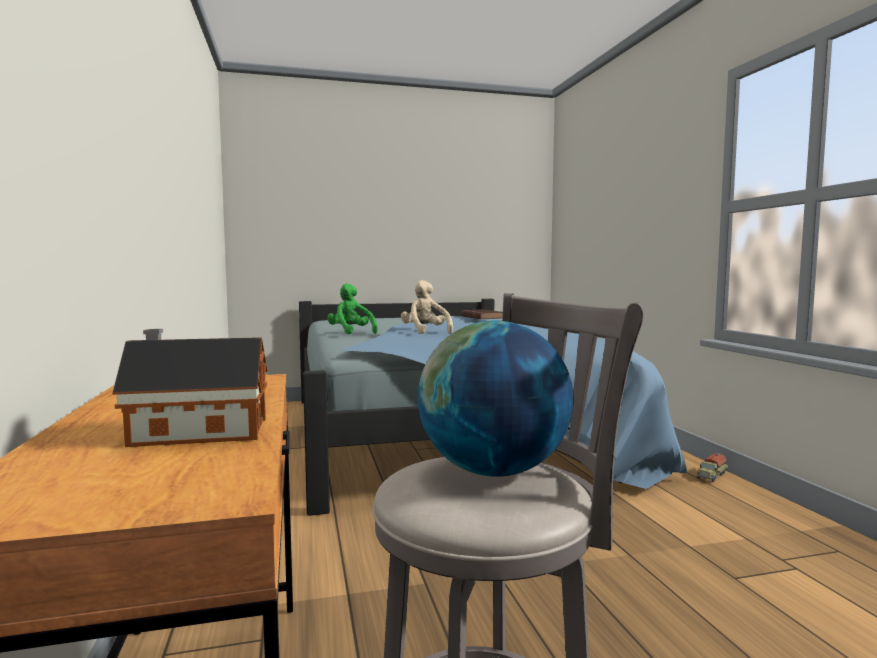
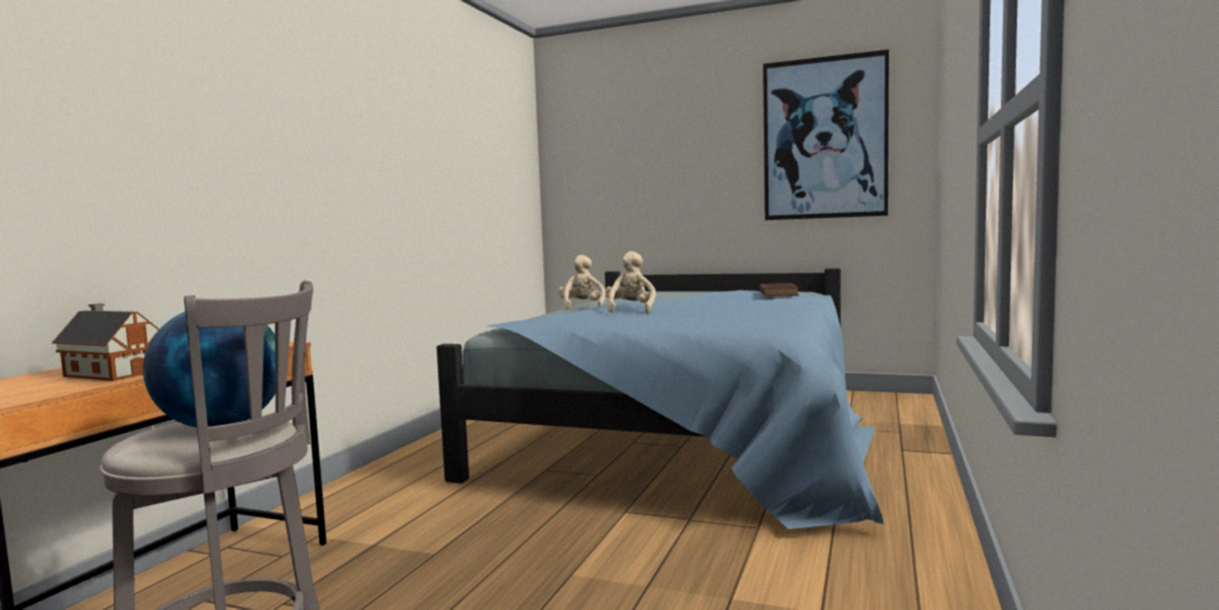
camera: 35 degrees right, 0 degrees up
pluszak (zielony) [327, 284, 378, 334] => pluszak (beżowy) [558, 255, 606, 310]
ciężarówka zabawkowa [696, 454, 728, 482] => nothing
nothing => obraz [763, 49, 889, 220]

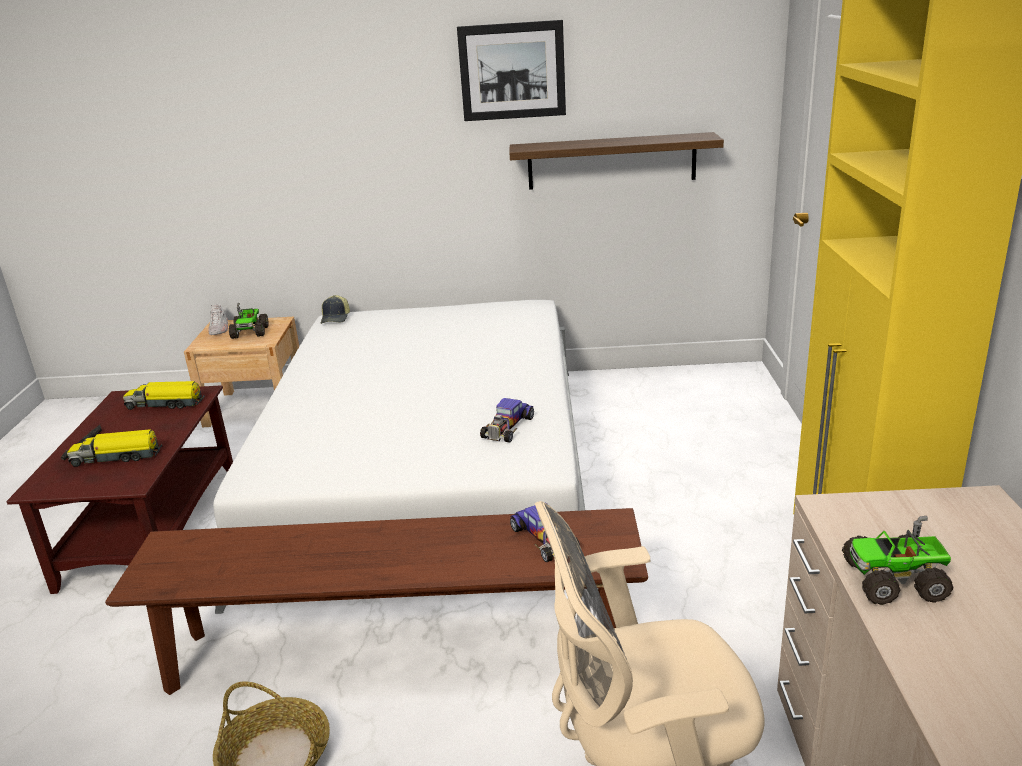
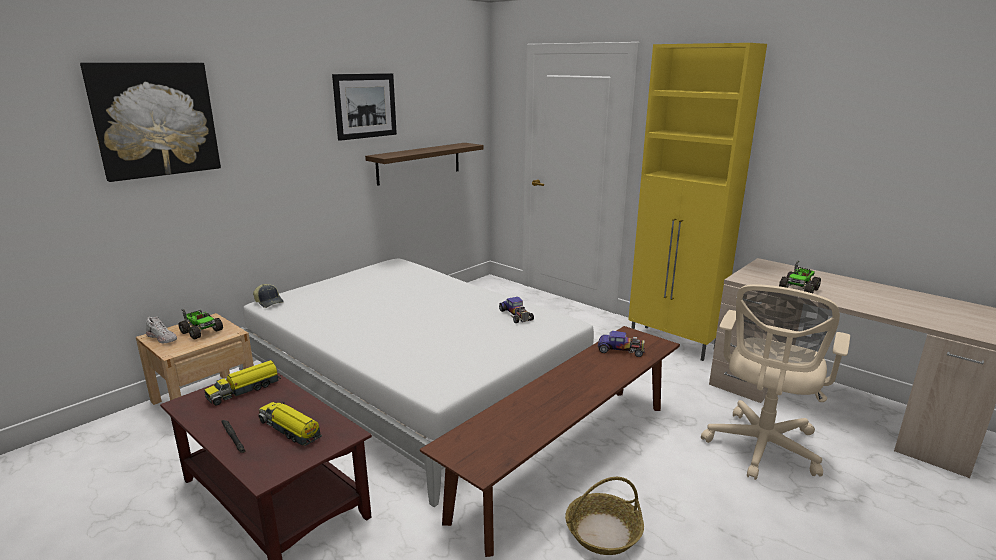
camera: 50 degrees left, 5 degrees down
ciężarówka zabawkowa [67, 429, 162, 467] => ciężarówka zabawkowa [258, 401, 322, 446], 90 degrees clockwise
nothing => obraz [80, 62, 221, 182]

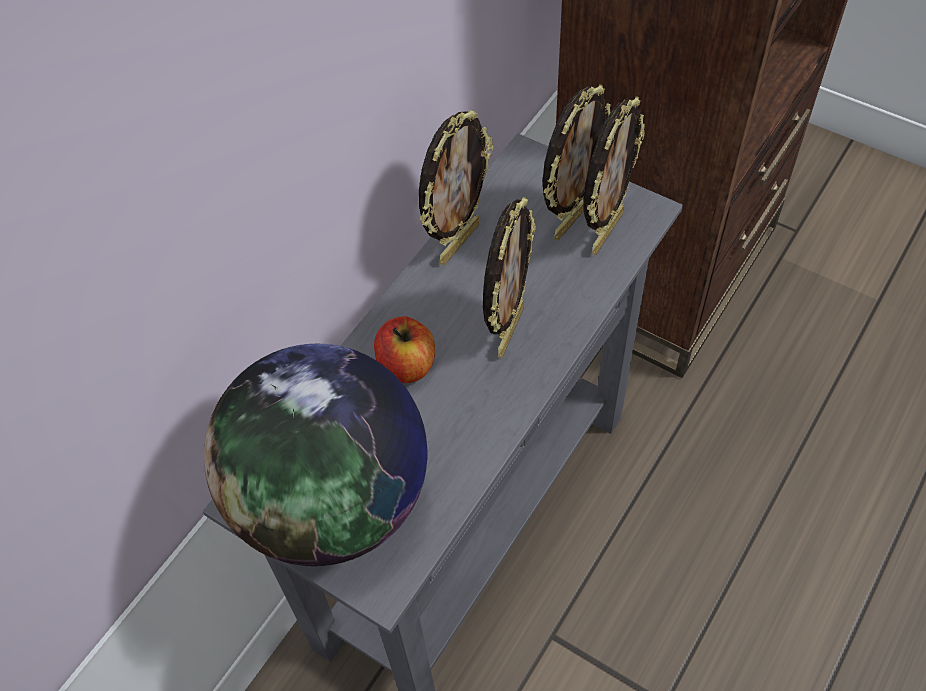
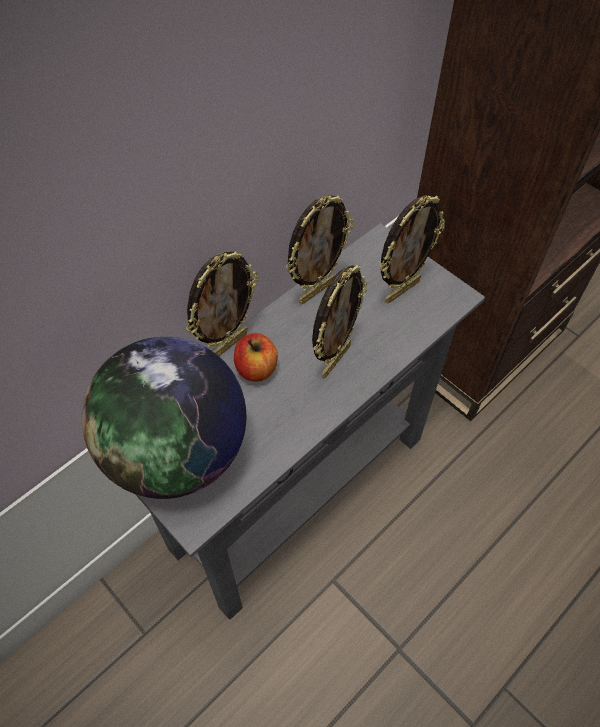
camera: 10 degrees right, 0 degrees up
ramka na zdjęcie [583, 96, 645, 255] => ramka na zdjęcie [186, 251, 259, 356], move

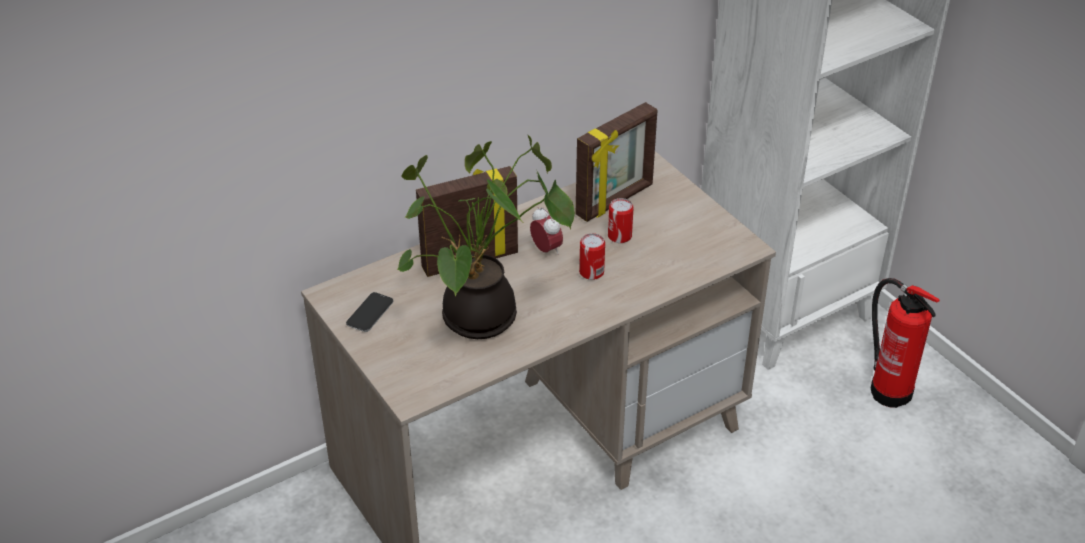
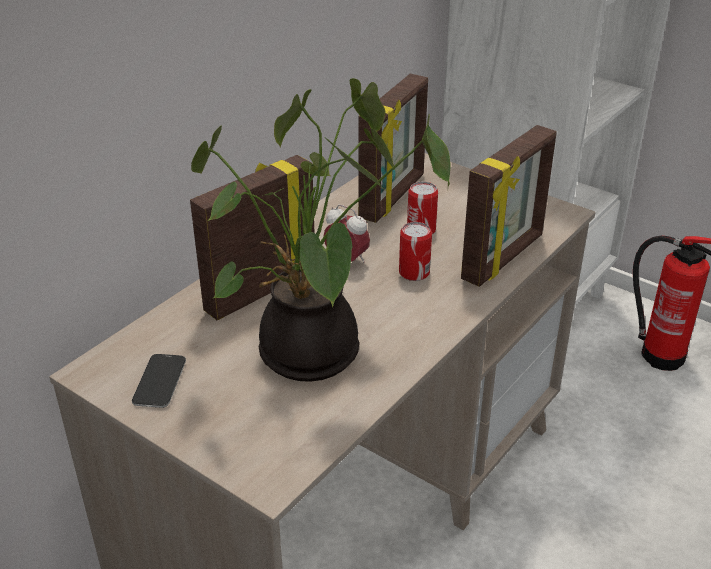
camera: 20 degrees left, 5 degrees down
nothing => ramka na zdjęcie [461, 125, 557, 287]

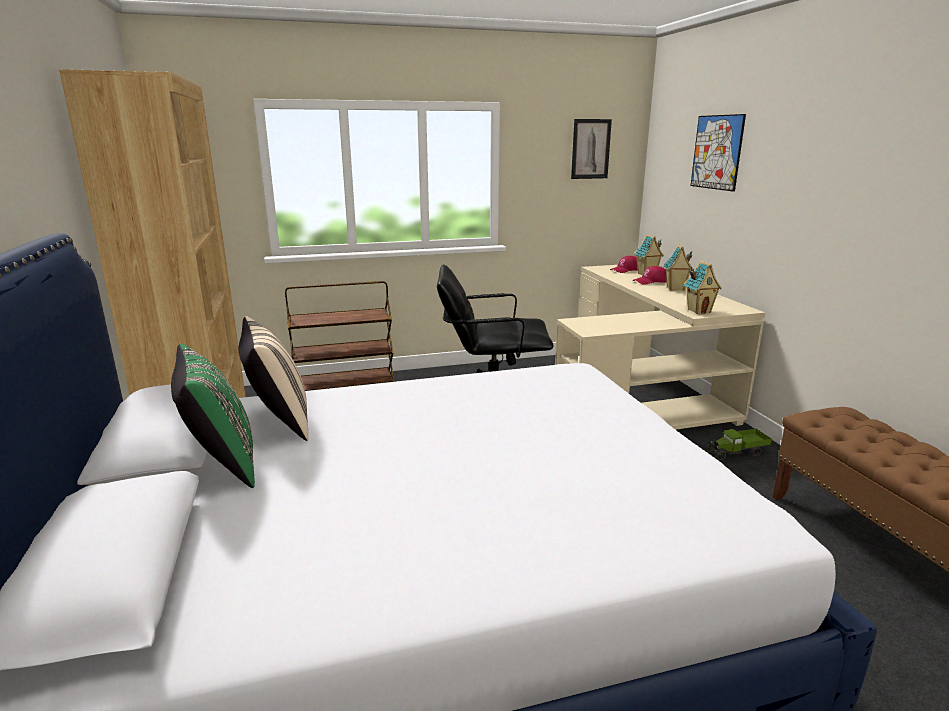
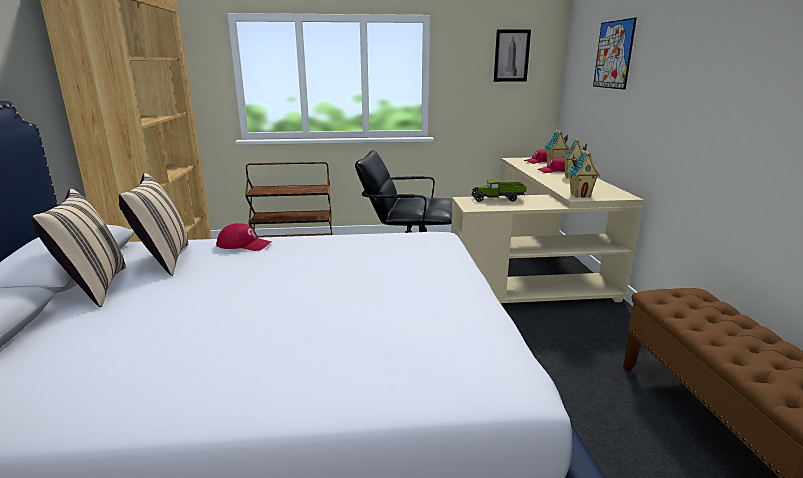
camera: 10 degrees right, 0 degrees up
poduszka (zielony) [171, 344, 255, 488] => poduszka (beżowy) [31, 189, 126, 307]
ciężarówka zabawkowa [705, 429, 772, 460] => ciężarówka zabawkowa [471, 179, 527, 202], move
nothing => czapka z daszkiem (czerwony) [216, 223, 271, 251]

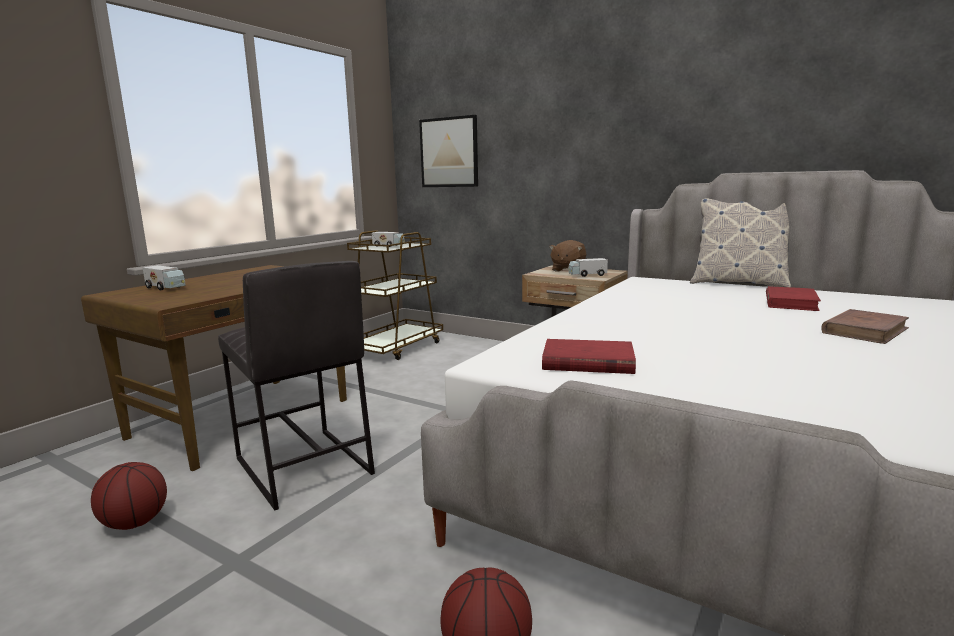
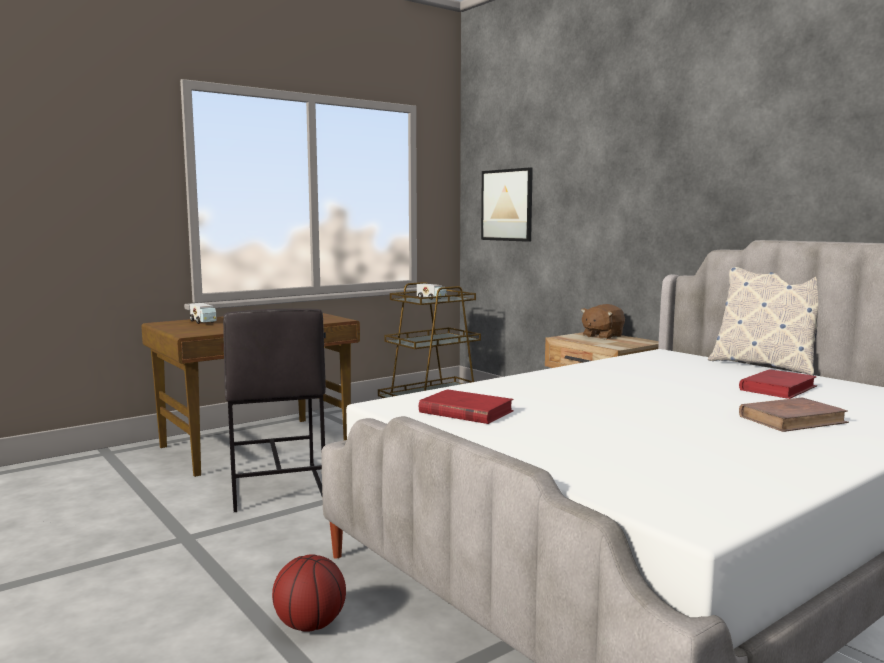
camera: 20 degrees right, 5 degrees down
piłka do koszykówki [91, 462, 167, 530] => nothing
ciężarówka zabawkowa [569, 258, 608, 277] => nothing

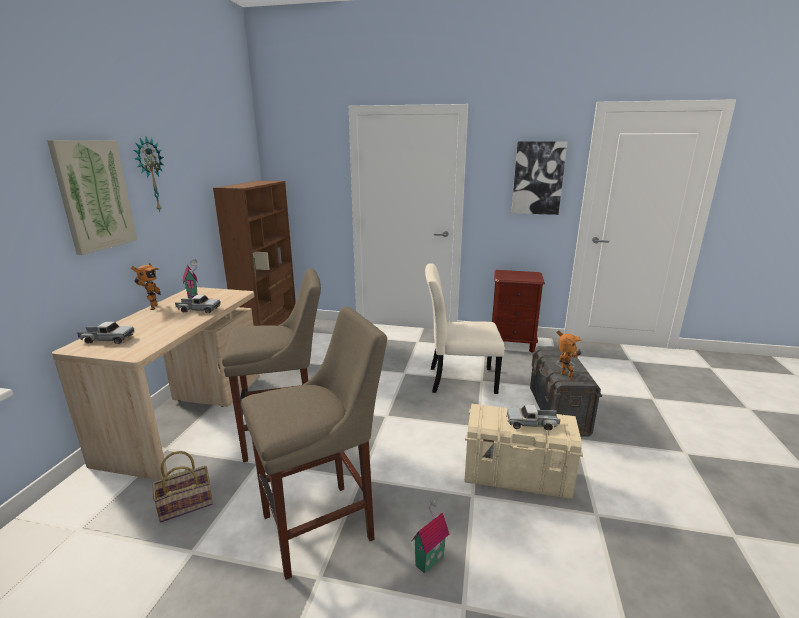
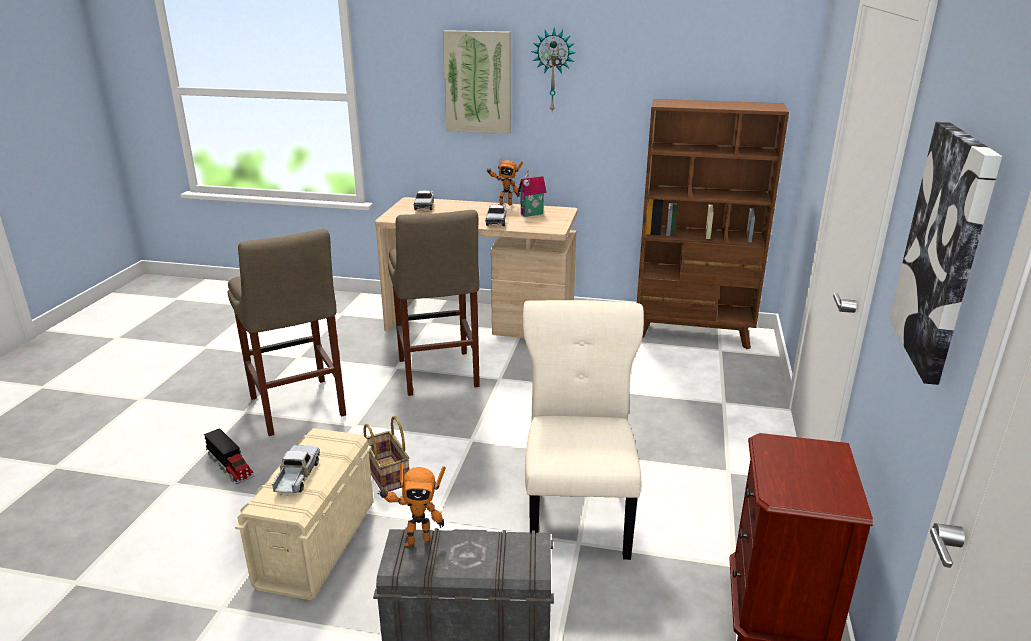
camera: 90 degrees right, 5 degrees up
koszyk [152, 451, 213, 523] => koszyk [364, 416, 409, 491], move
domek [411, 498, 449, 574] => ciężarówka zabawkowa [204, 428, 255, 484]

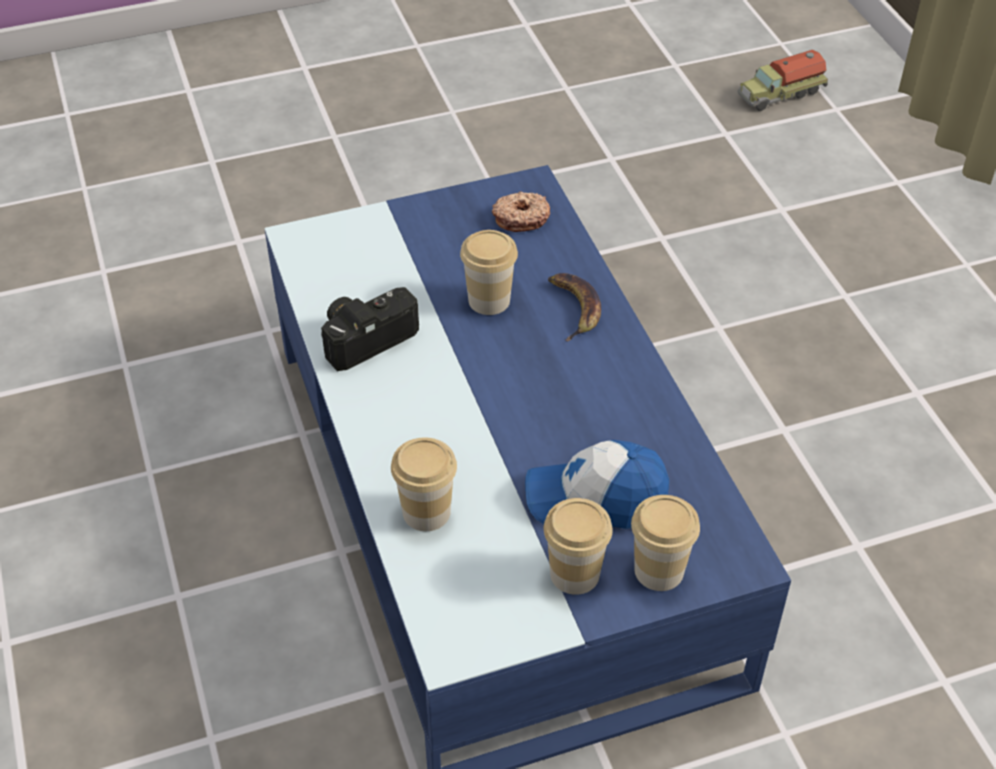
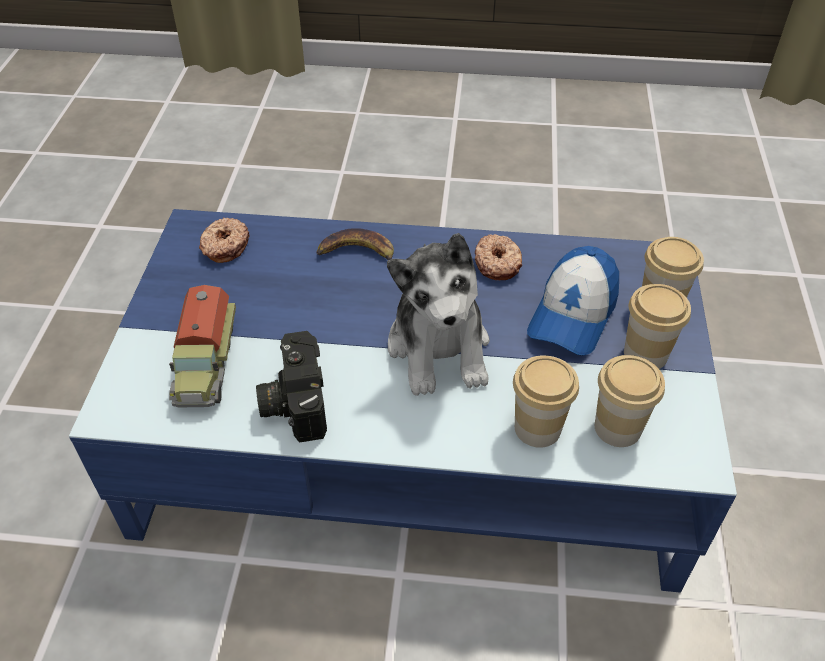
camera: 65 degrees left, 0 degrees up
filiżanka [460, 230, 518, 315] => filiżanka [595, 355, 665, 447], move
ciężarówka zabawkowa [737, 50, 828, 111] => ciężarówka zabawkowa [169, 285, 236, 407], move
nothing => pluszak [387, 233, 490, 396]
nothing => donut [475, 234, 522, 280]

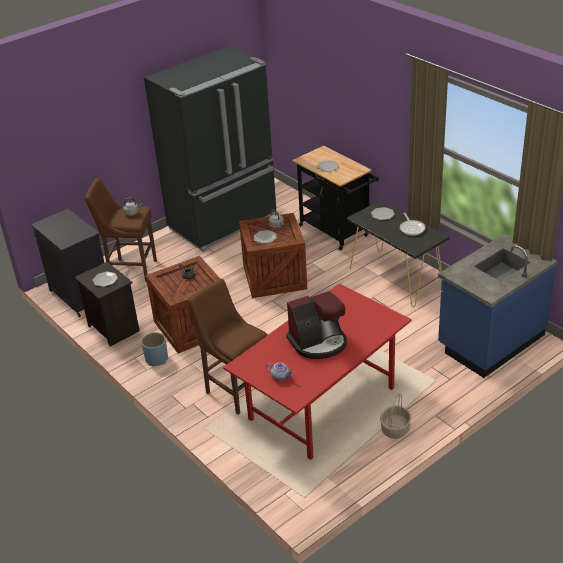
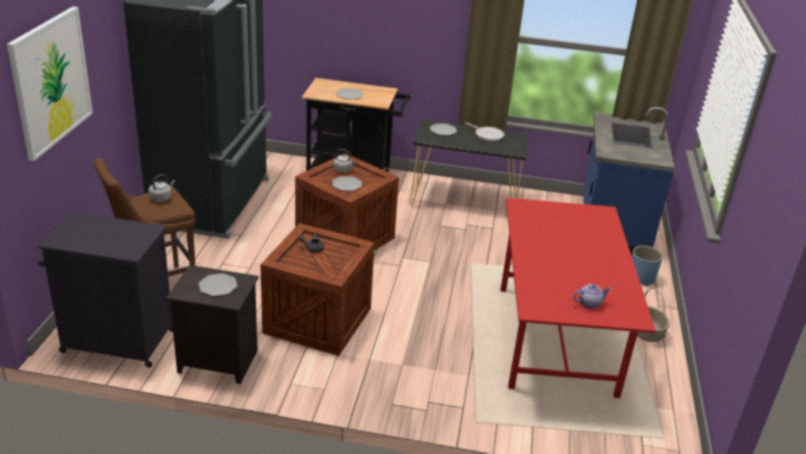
camera: 45 degrees left, 5 degrees down
donica (niebieski) [141, 332, 168, 366] => donica (niebieski) [632, 246, 663, 286], move
stołek (brązowy) [188, 279, 268, 415] => nothing
ekspres do kawy [286, 291, 347, 359] => nothing
nothing => obraz [7, 7, 93, 161]

